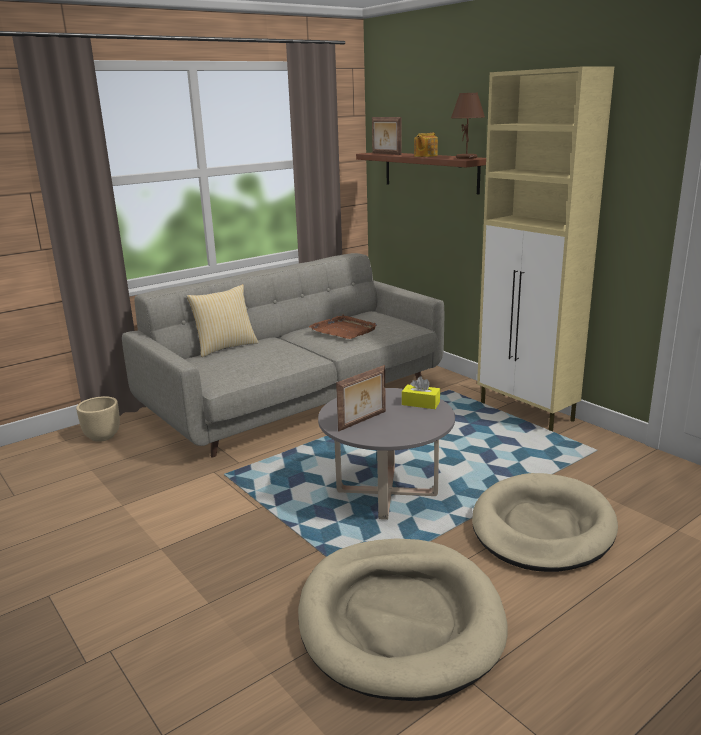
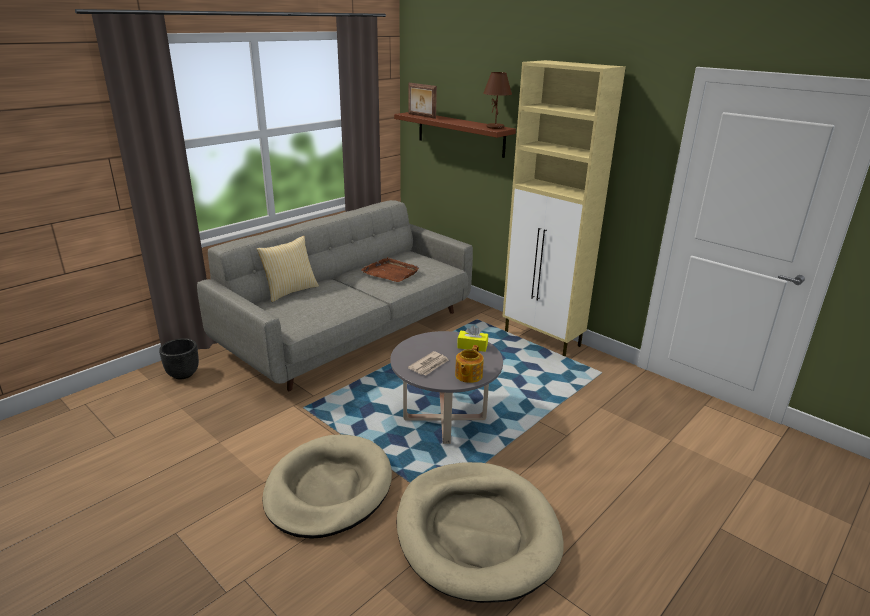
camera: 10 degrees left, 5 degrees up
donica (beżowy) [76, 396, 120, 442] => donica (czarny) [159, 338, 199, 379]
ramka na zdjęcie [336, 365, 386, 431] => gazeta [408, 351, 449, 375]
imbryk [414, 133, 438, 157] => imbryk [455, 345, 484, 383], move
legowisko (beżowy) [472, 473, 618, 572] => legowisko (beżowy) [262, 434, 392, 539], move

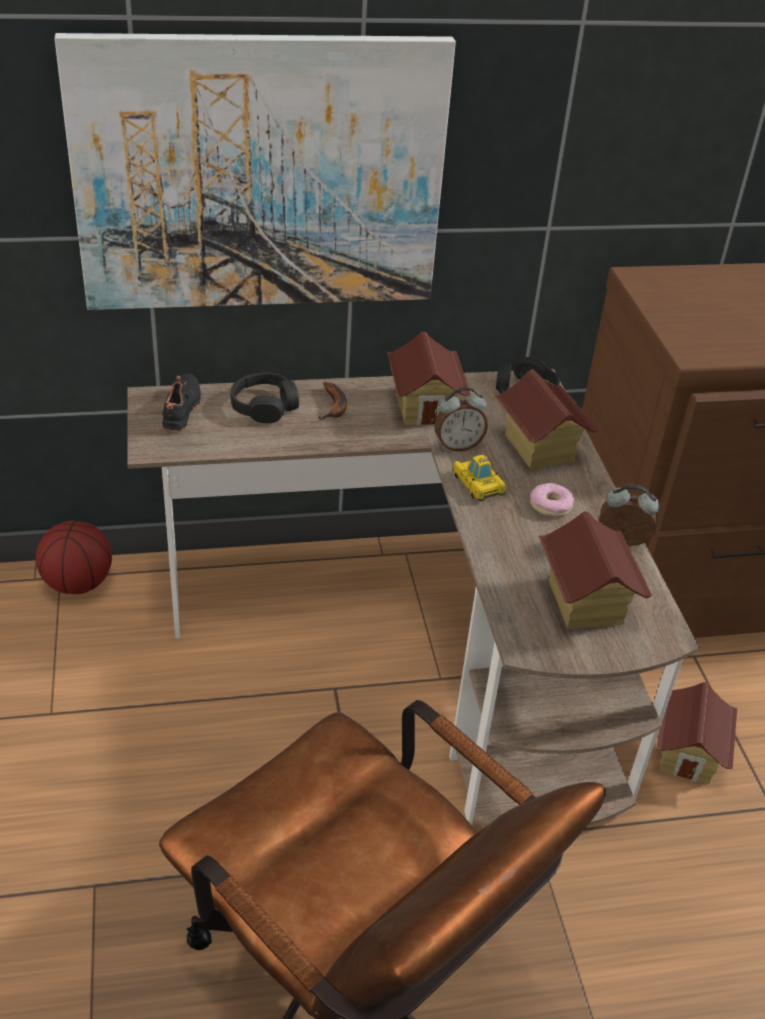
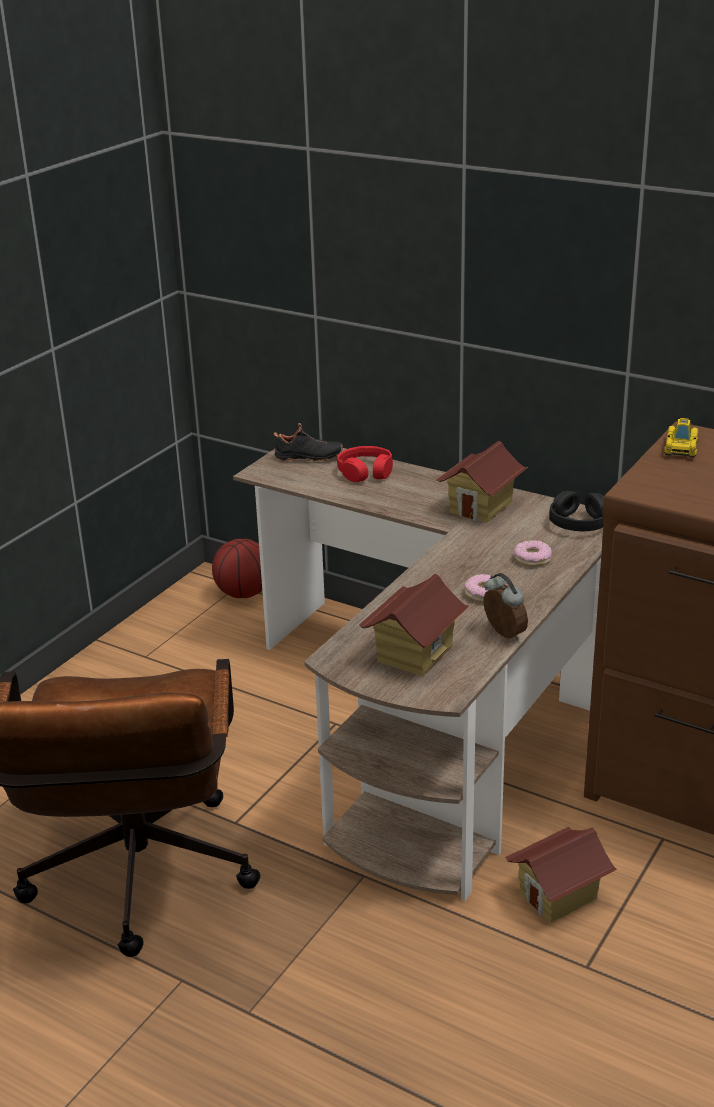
camera: 45 degrees right, 10 degrees down
obraz [54, 33, 456, 310] => nothing
but (czarny) [162, 374, 201, 431] => but (czarny) [274, 423, 343, 461], 45 degrees clockwise
słuchawki (czarny) [231, 372, 299, 423] => słuchawki (czerwony) [337, 446, 393, 482]
banan [318, 382, 347, 420] => nothing
budzik [434, 387, 488, 452] => nothing
samochodzik [453, 455, 506, 501] => samochodzik [664, 418, 698, 458], move
domek [495, 370, 598, 469] => donut [514, 540, 552, 566]

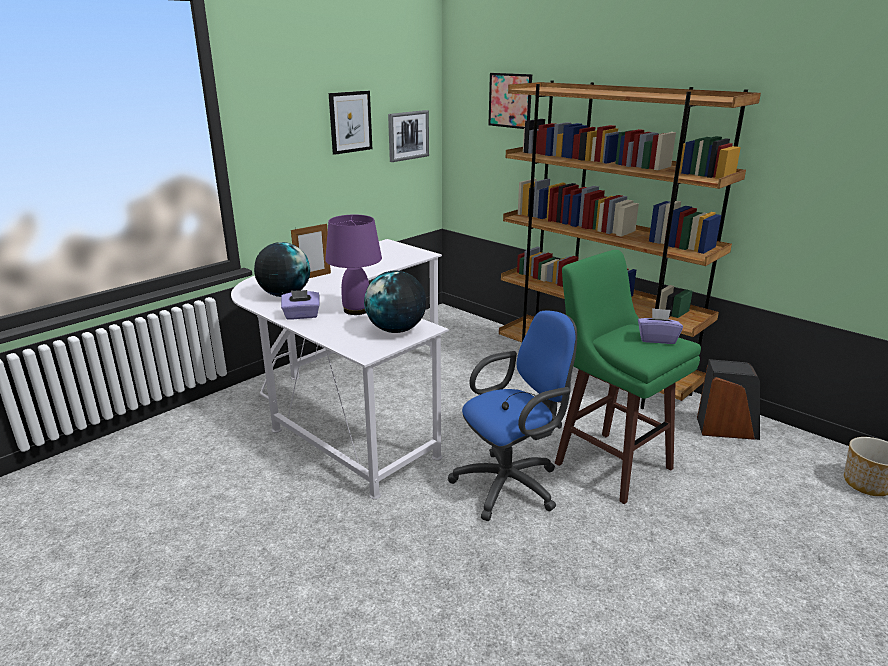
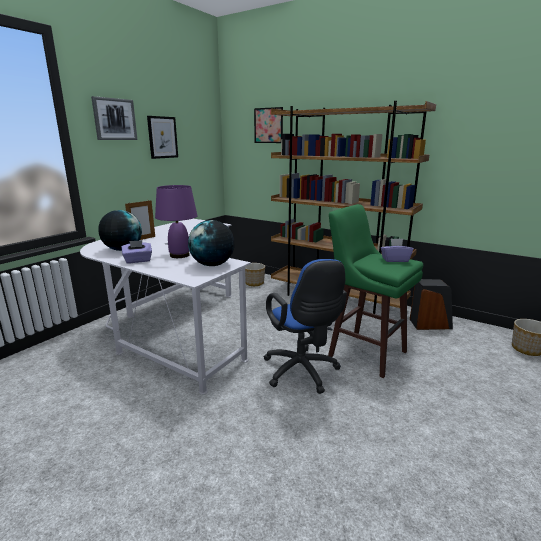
camera: 10 degrees left, 5 degrees down
obraz [388, 110, 429, 162] => obraz [91, 96, 137, 140], move
krzesło biurowe (niebieski) [448, 311, 577, 521] => krzesło biurowe (niebieski) [264, 259, 347, 394], 105 degrees clockwise
nothing => donica [245, 263, 265, 286]

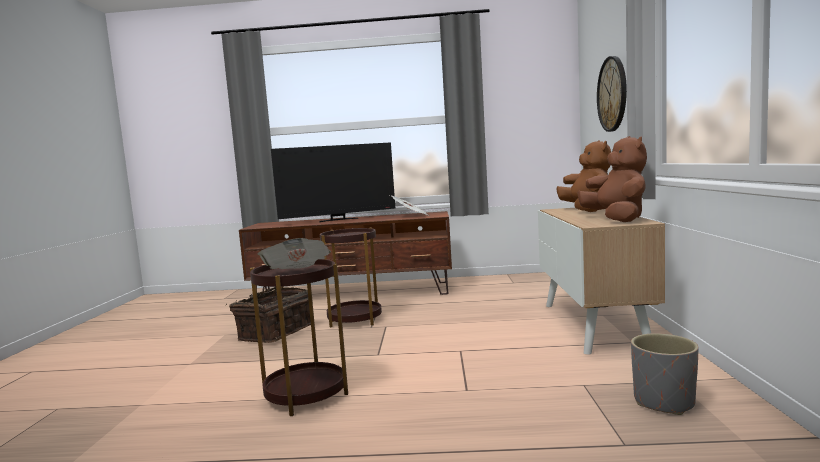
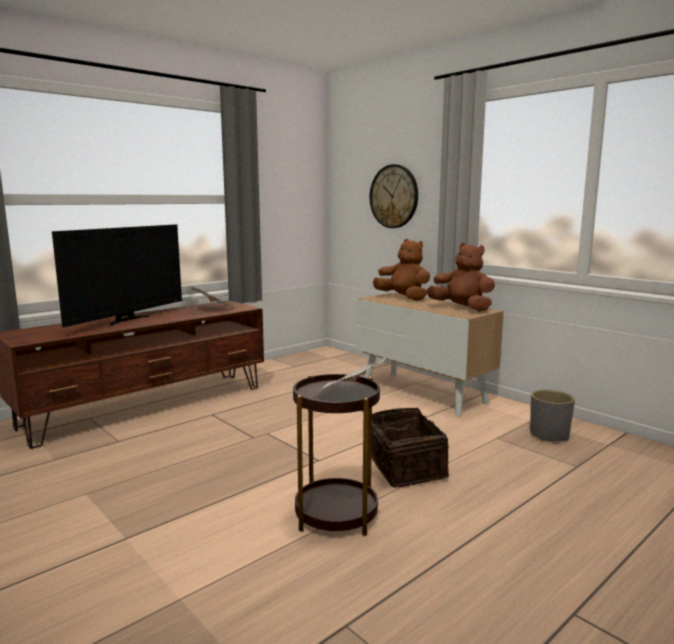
camera: 45 degrees left, 5 degrees up
koszyk [225, 287, 311, 343] => koszyk [371, 408, 449, 488], move
stolik (brązowy) [320, 227, 382, 327] => nothing

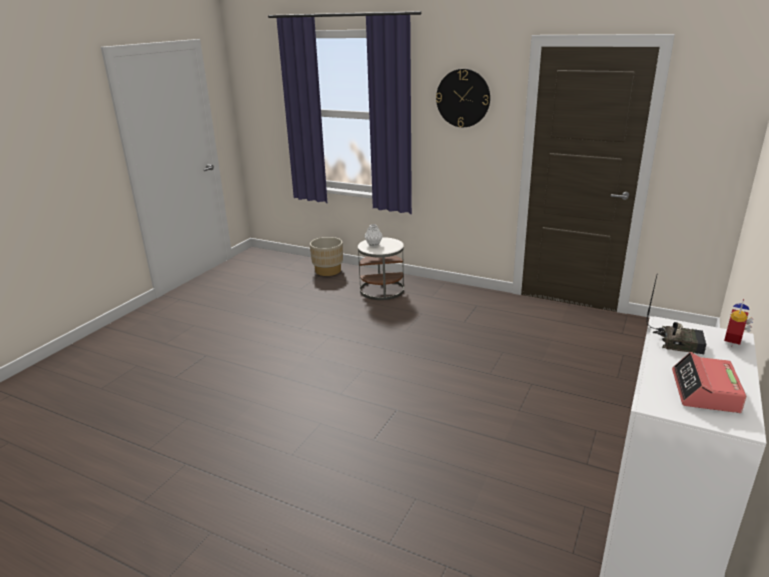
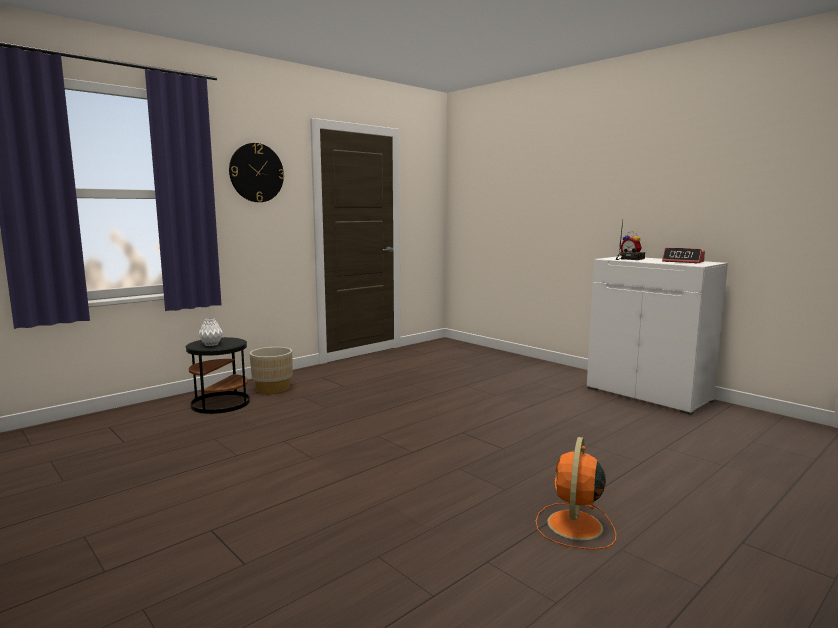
camera: 70 degrees left, 15 degrees down
donica (beżowy) [310, 237, 343, 276] => donica (beżowy) [250, 347, 293, 394], move
stolik (biały) [358, 237, 404, 300] => stolik (czarny) [186, 337, 250, 414]
nothing => wentylator (pomarańczowy) [536, 437, 616, 549]

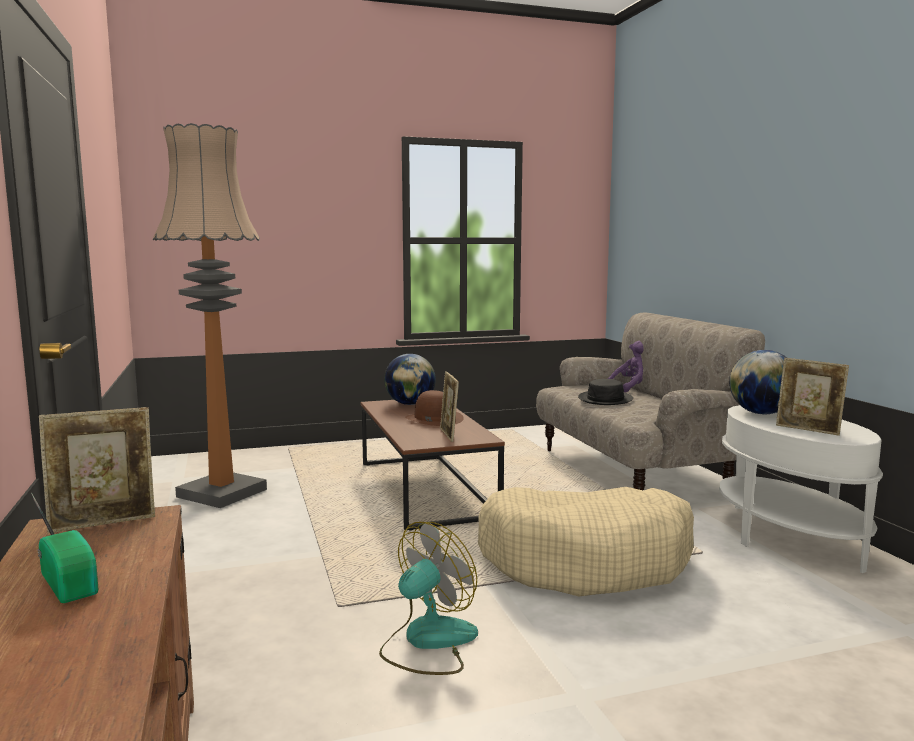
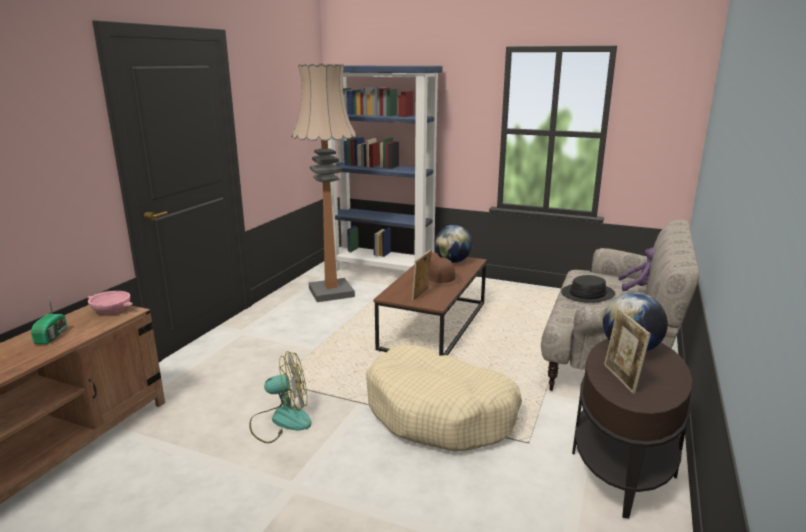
camera: 40 degrees right, 10 degrees up
ramka na zdjęcie [39, 407, 155, 533] => miska (różowy) [87, 291, 133, 314]
stolik (biały) [719, 405, 883, 573] => stolik (brązowy) [572, 338, 693, 519]
nothing => regał (niebieski) [328, 66, 442, 271]

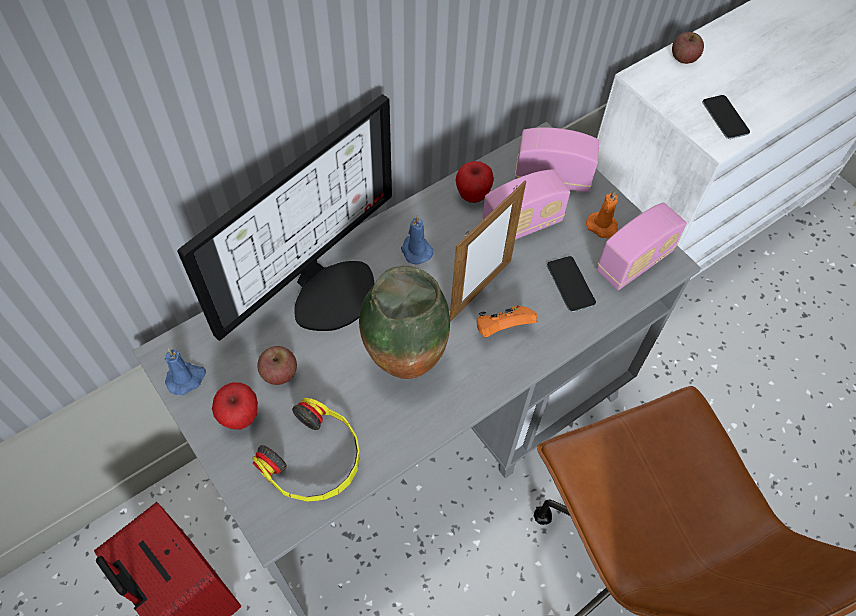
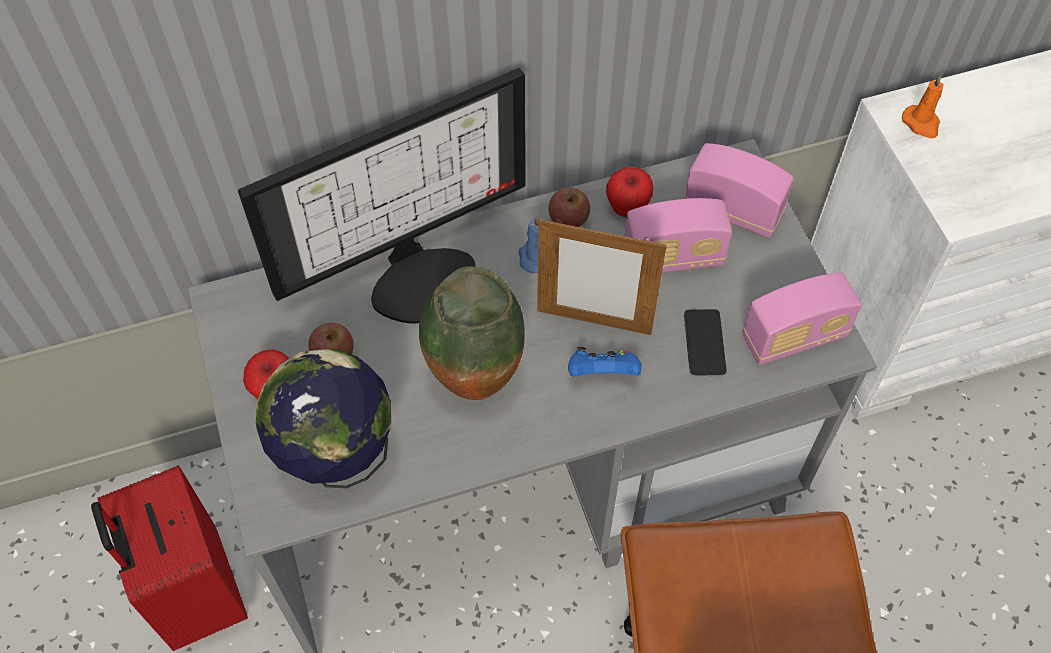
camera: 20 degrees right, 0 degrees up
świeca (niebieski) [165, 349, 206, 395] => nothing
słuchawki [252, 398, 360, 502] => globus [256, 349, 391, 489]
ramka na zdjęcie [450, 181, 526, 322] => ramka na zdjęcie [537, 219, 667, 335], 45 degrees clockwise
pad do gier (pomarańczowy) [477, 305, 538, 337] => pad do gier (niebieski) [568, 347, 642, 377]
świeca (pomarańczowy) [586, 190, 618, 238] => świeca (pomarańczowy) [902, 75, 944, 138], move
jabłko [672, 32, 704, 64] => jabłko [549, 187, 590, 227], move
telefon [703, 95, 750, 139] => nothing

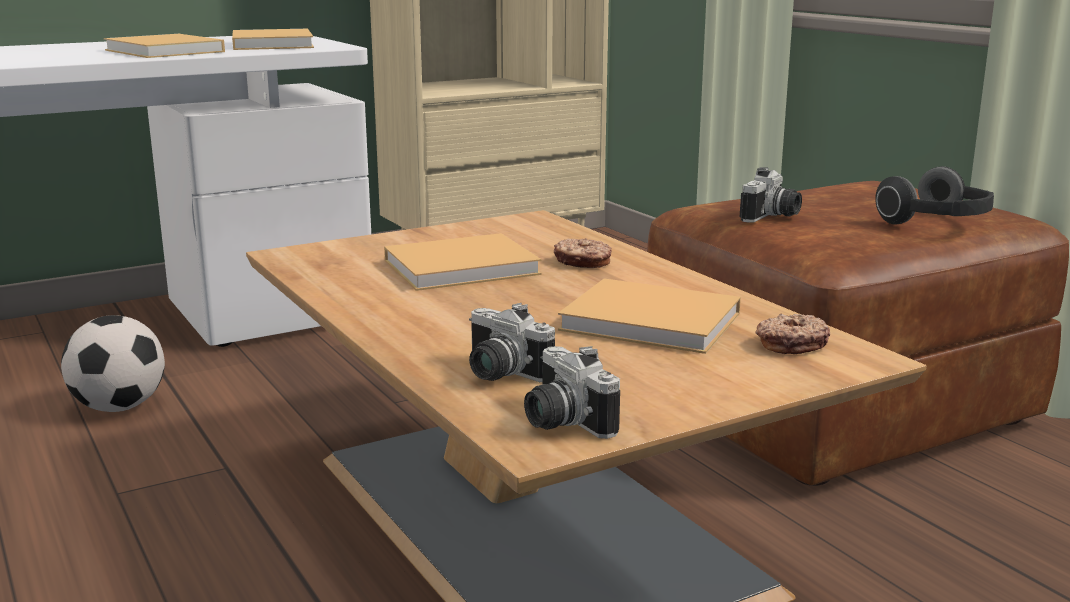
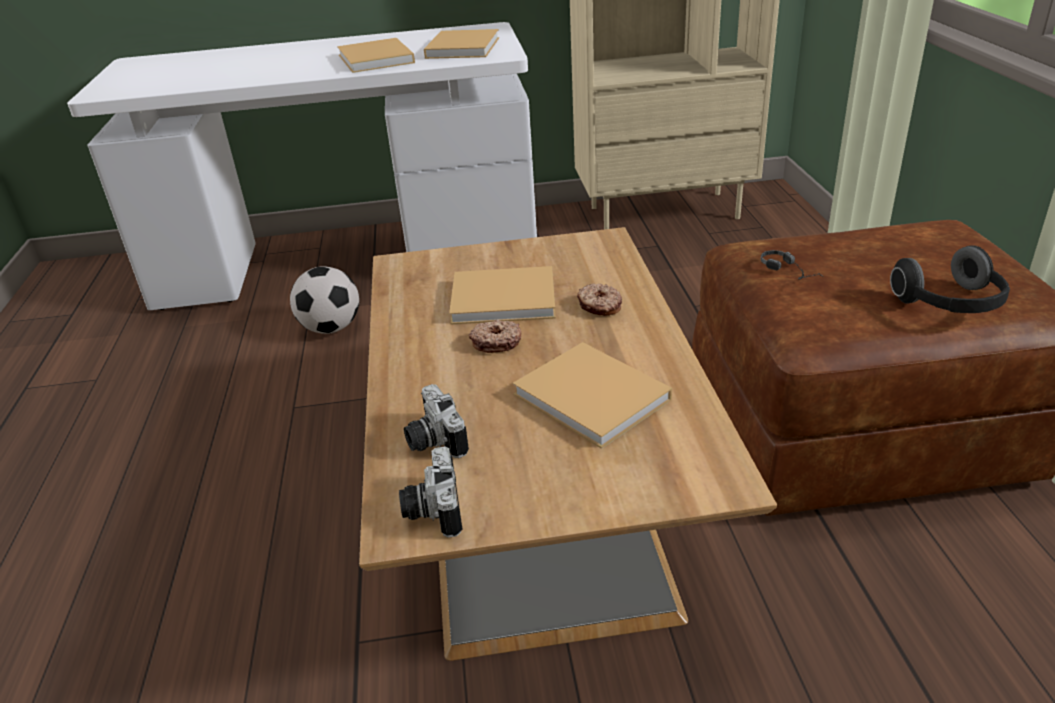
camera: 25 degrees right, 15 degrees up
aparat fotograficzny [740, 167, 802, 223] => słuchawki [761, 250, 824, 279]
donut [756, 314, 830, 354] => donut [469, 319, 521, 353], move

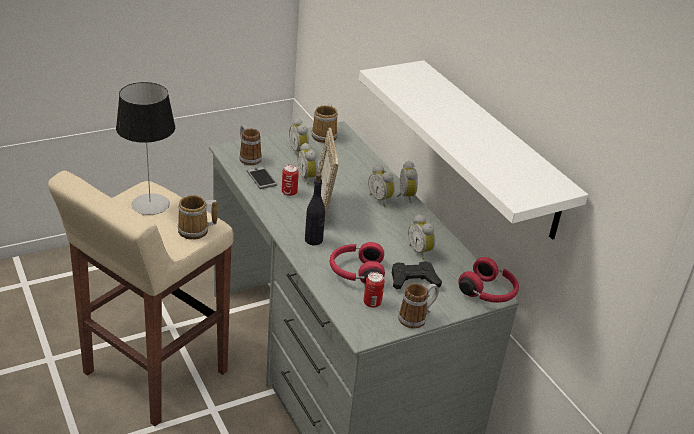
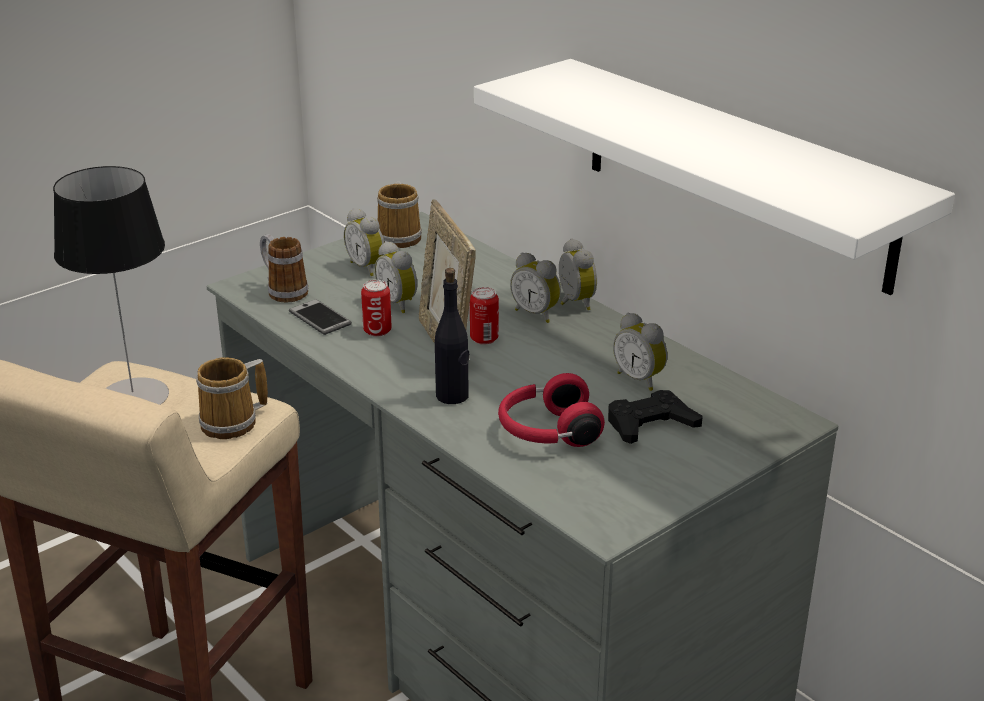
camera: 10 degrees left, 5 degrees down
puszka [364, 272, 385, 308] => puszka [470, 287, 499, 345], move
kubek [398, 283, 439, 329] => nothing
słuchawki (czerwony) [458, 257, 519, 303] => nothing

